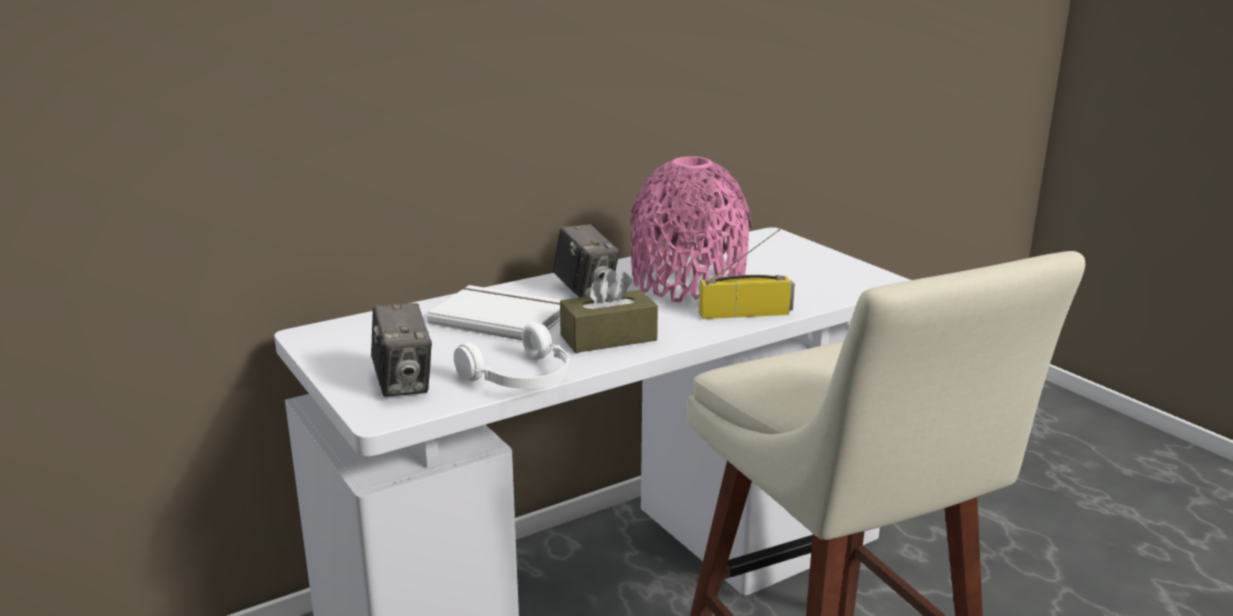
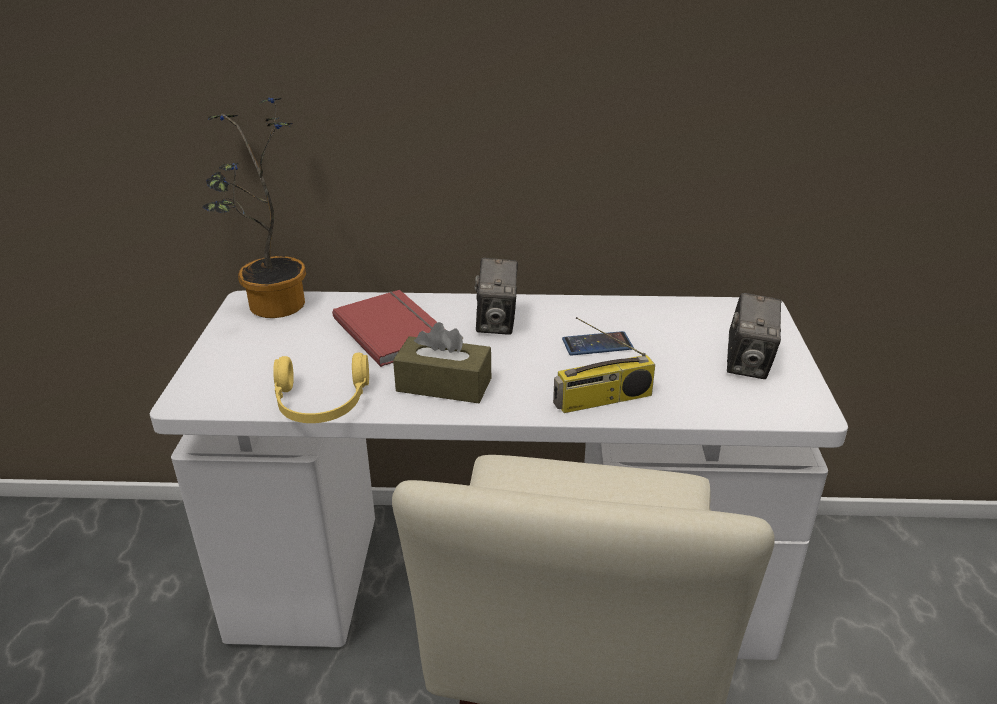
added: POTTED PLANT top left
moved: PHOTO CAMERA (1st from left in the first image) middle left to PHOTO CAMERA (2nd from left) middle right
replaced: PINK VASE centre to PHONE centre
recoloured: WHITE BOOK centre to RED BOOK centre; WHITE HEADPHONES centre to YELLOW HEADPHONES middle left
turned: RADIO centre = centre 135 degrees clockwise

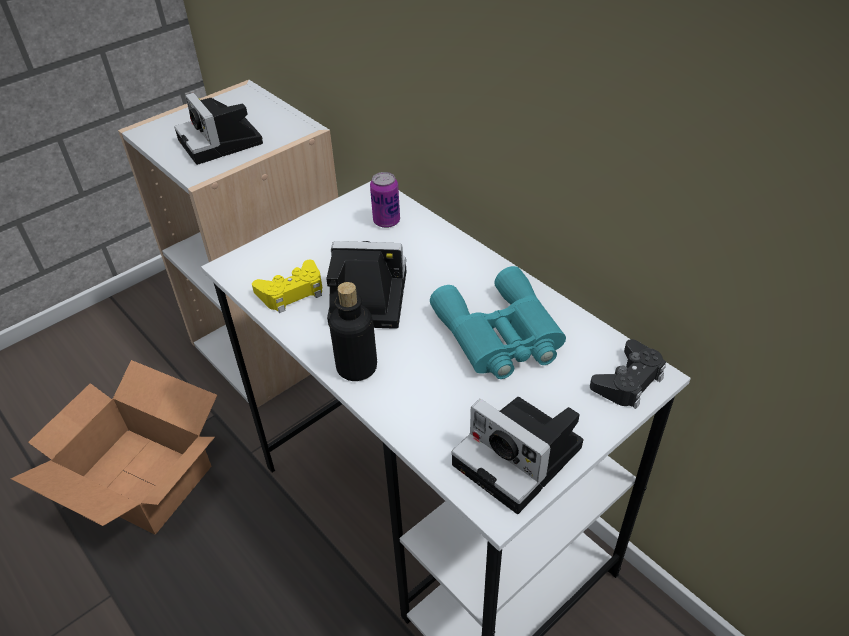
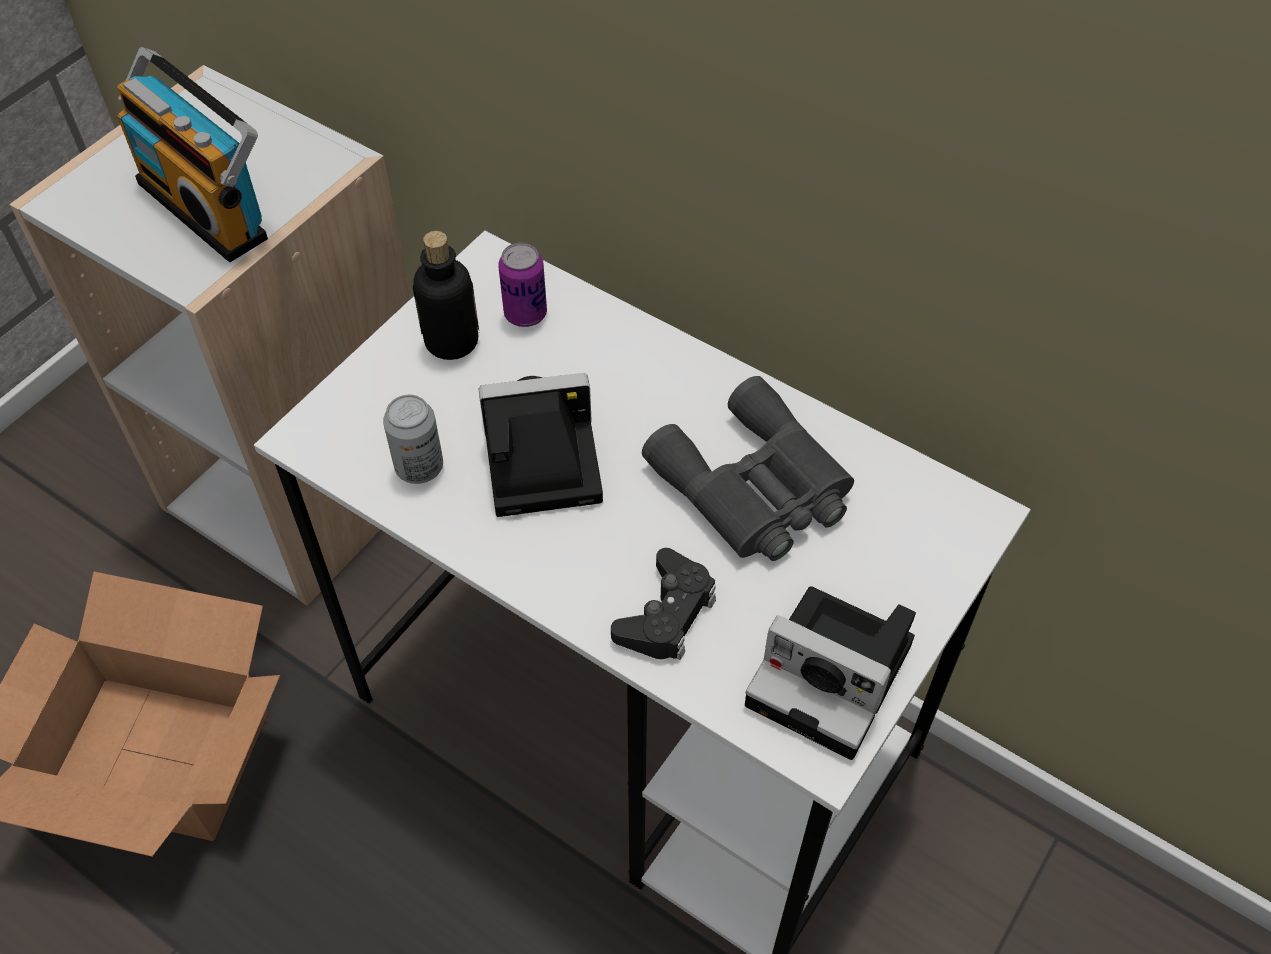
moved: BOTTLE centre to top centre; BLACK GAME CONTROLLER middle right to centre
replaced: PHOTO CAMERA (1st from left) top left to RADIO top left; YELLOW GAME CONTROLLER centre to CAN (1st from left) middle left
recoloured: TURQUOISE BINOCULARS centre to GREY BINOCULARS centre

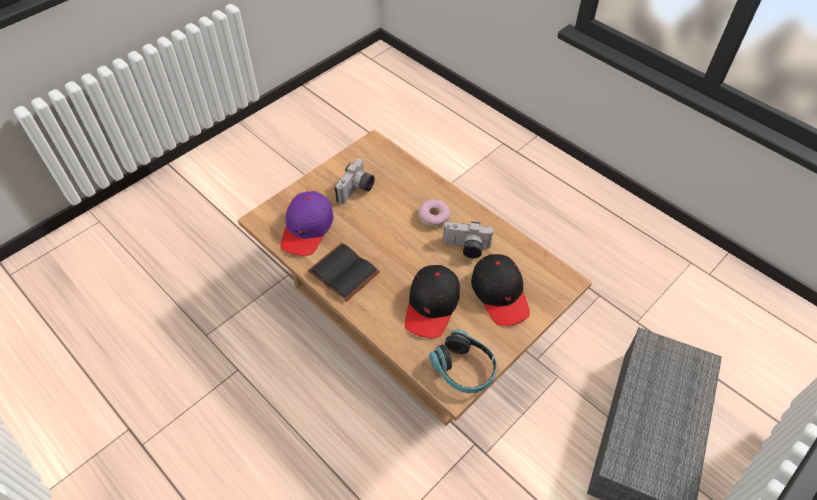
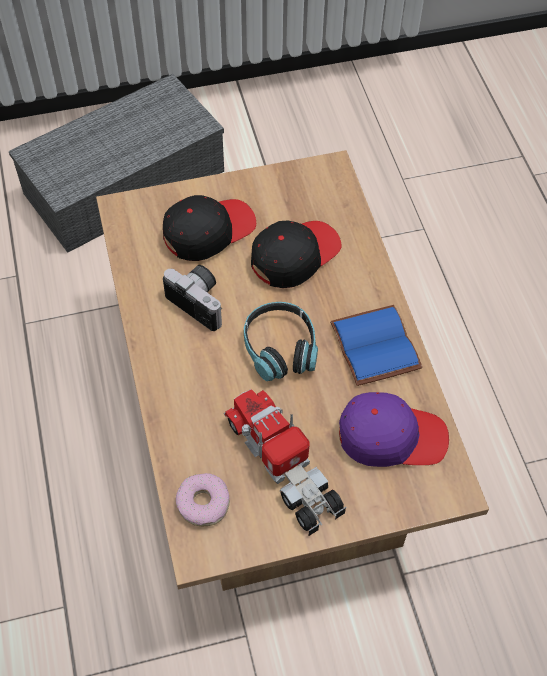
moved: DONUT centre to bottom centre; HEADPHONES bottom centre to centre
replaced: PHOTO CAMERA (1st from left) centre to TOY TRUCK bottom centre
recoloured: BLACK BOOK centre to BLUE BOOK middle right
turned: PURPLE CAP centre = middle right 45 degrees clockwise; BLACK CAP (2nd from left in the first image) centre = centre 45 degrees clockwise

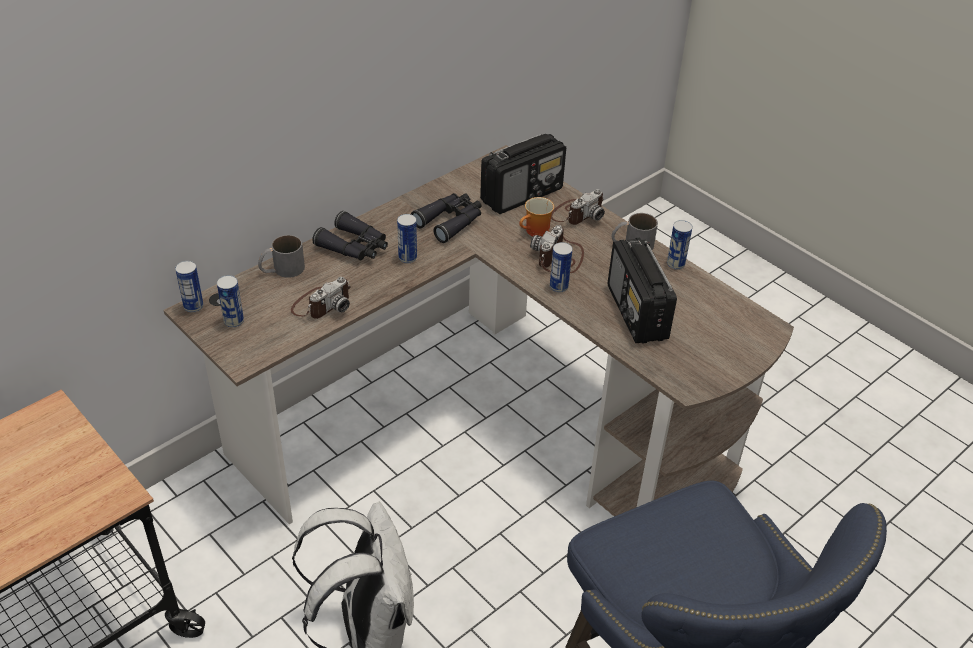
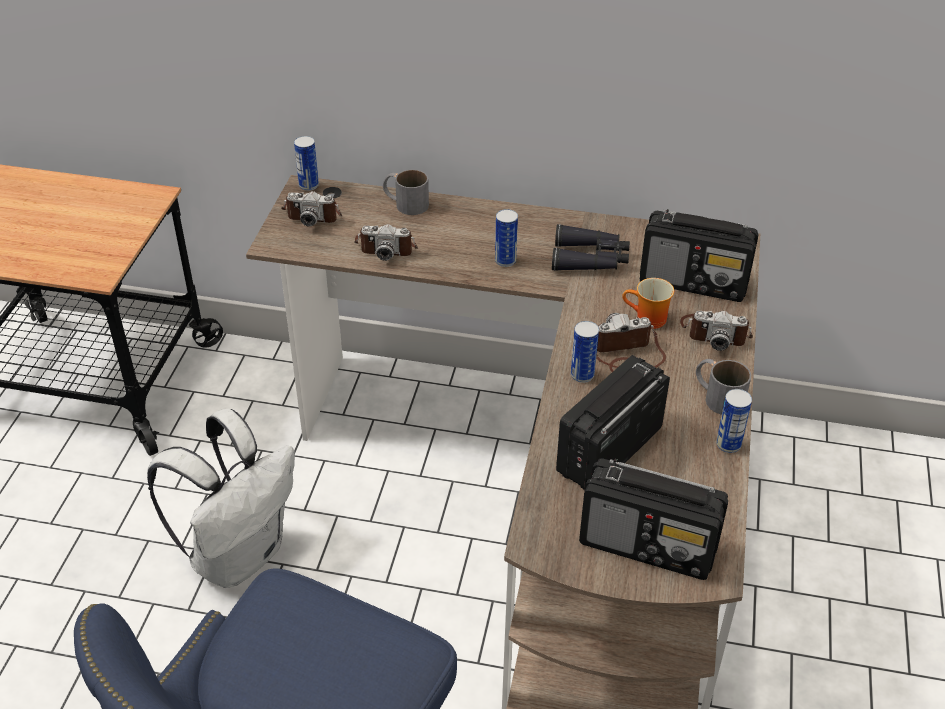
removed: BLACK BINOCULARS (1st from left) centre
added: RADIO (2nd from left) bottom right
replaced: CAN (2nd from left) middle left to PHOTO CAMERA (1st from left) top left

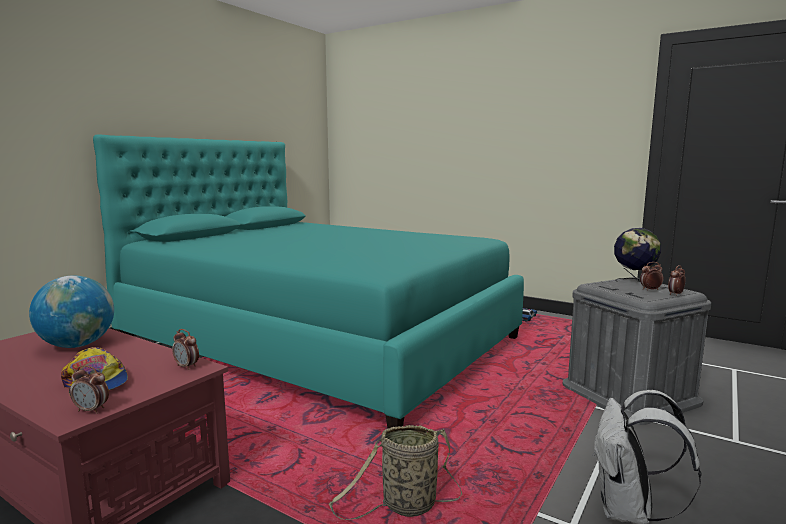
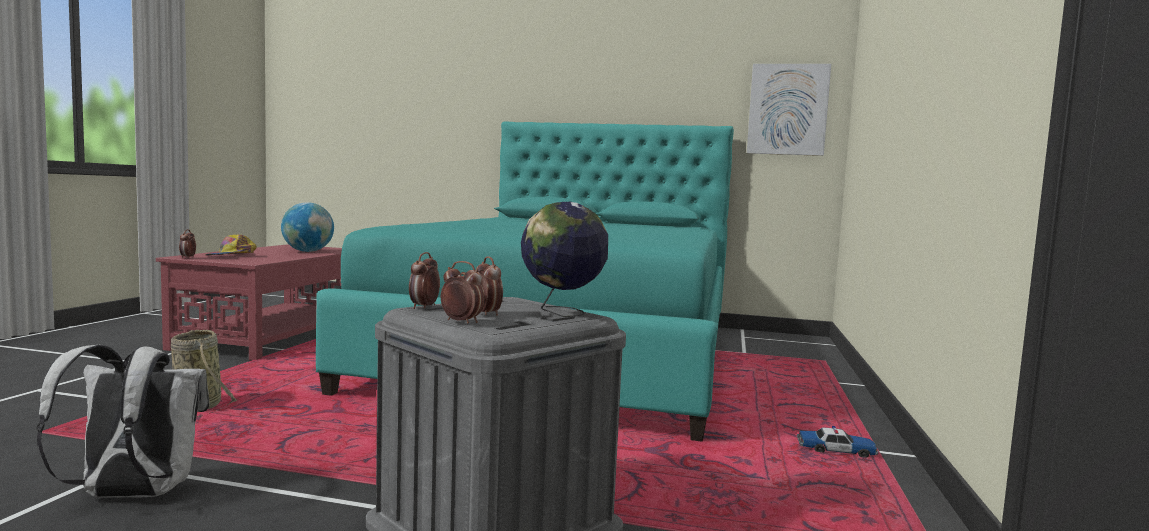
added: PICTURE top right
moved: ALARM CLOCK (2nd from left) middle left to centre

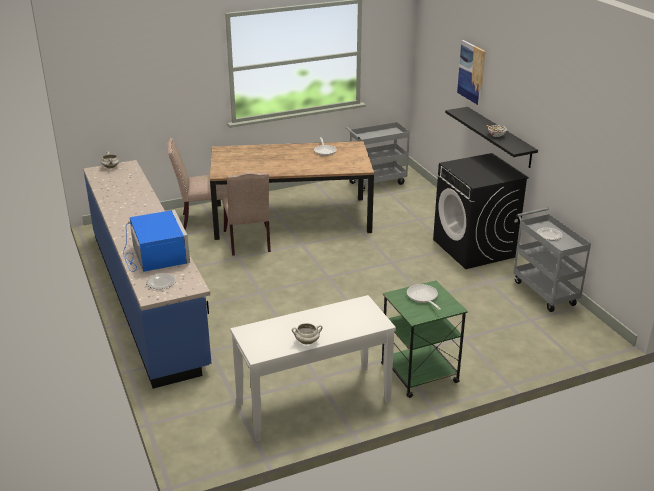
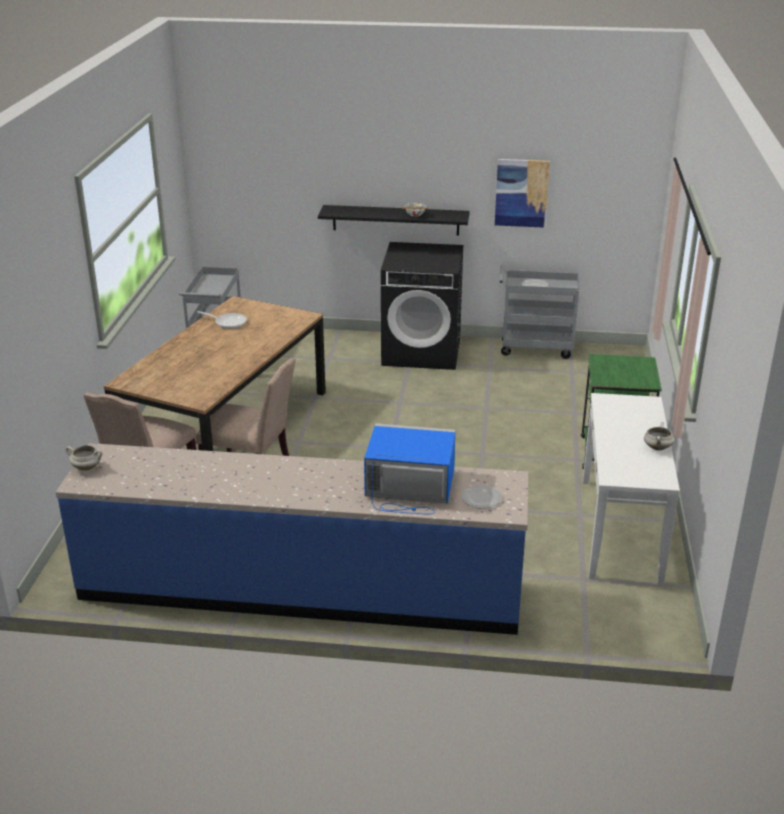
removed: FRYING PAN (2nd from left) centre
moved: PICTURE top right to top centre

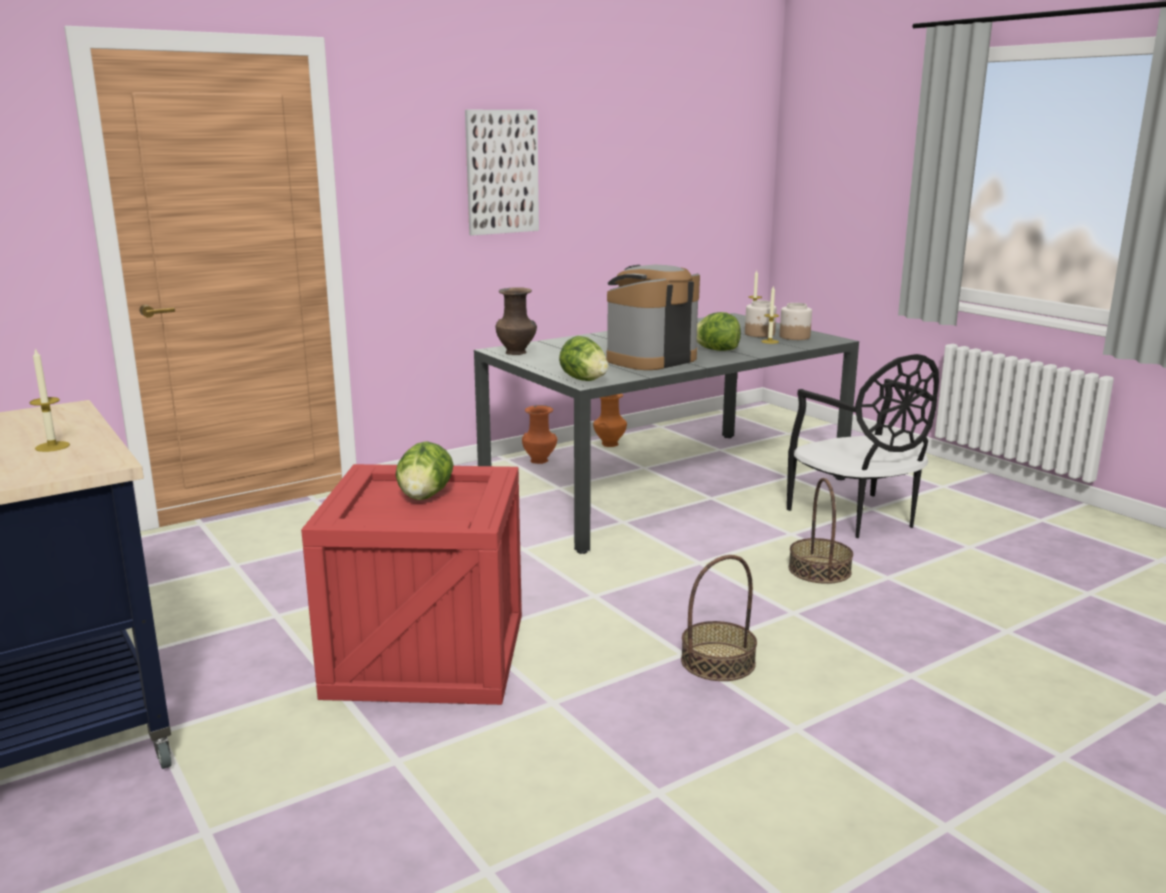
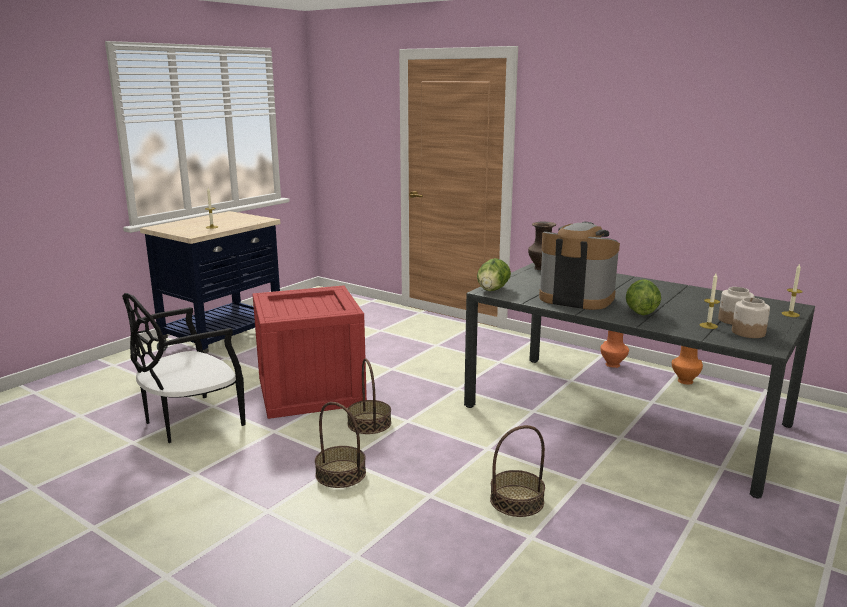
removed: PICTURE top centre; LETTUCE (1st from left) centre
added: BASKET (2nd from left) centre
moved: BLACK CHAIR middle right to middle left

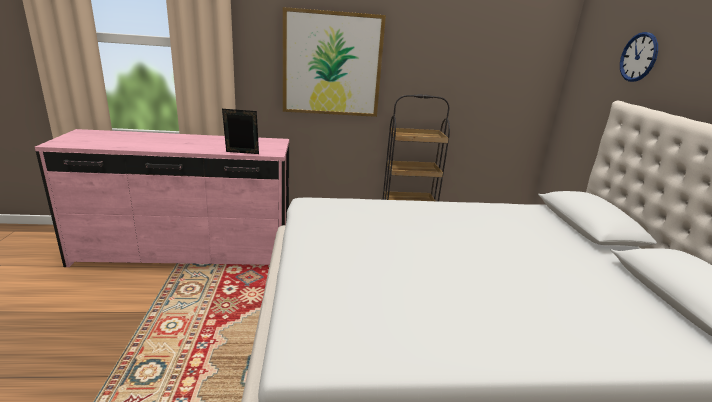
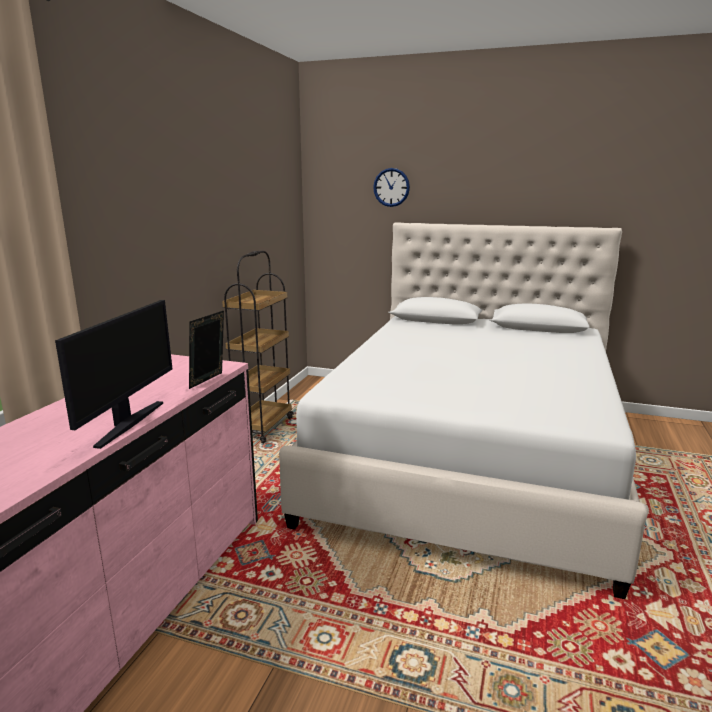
removed: PICTURE top centre
added: MONITOR middle left

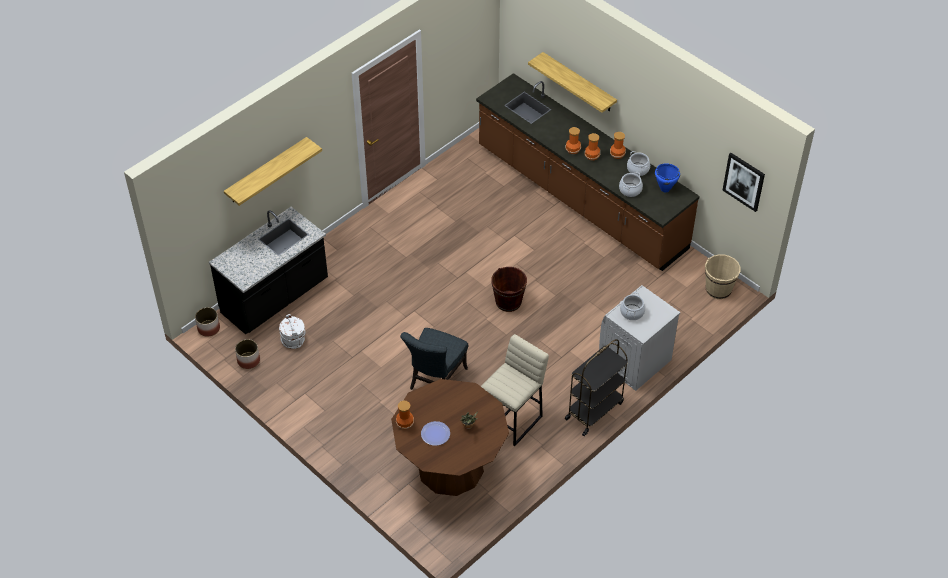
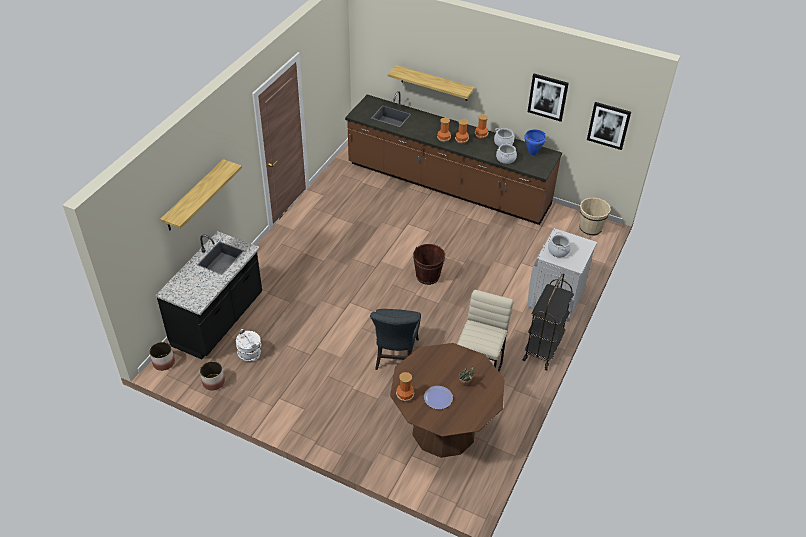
added: PICTURE (1st from left) top right

